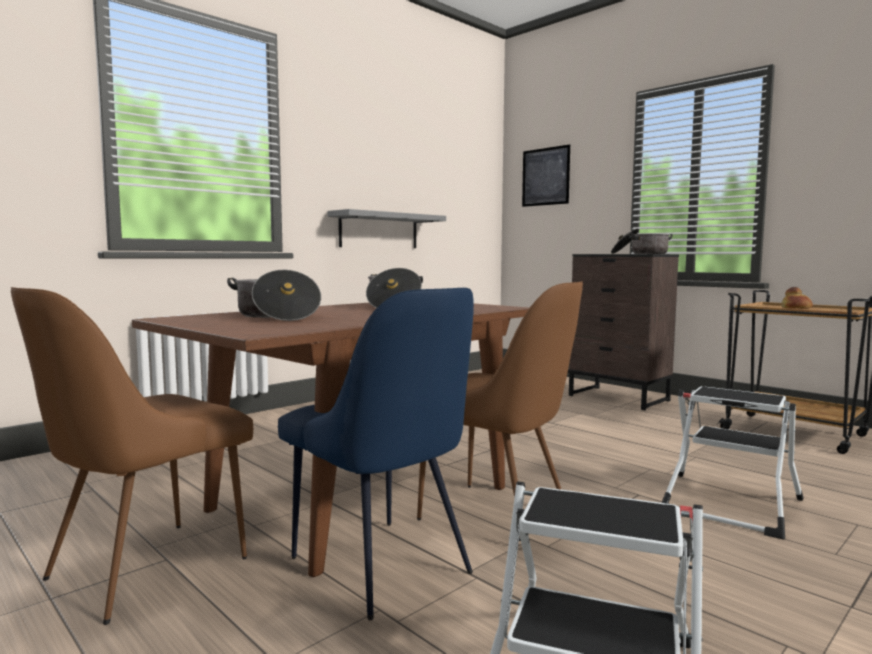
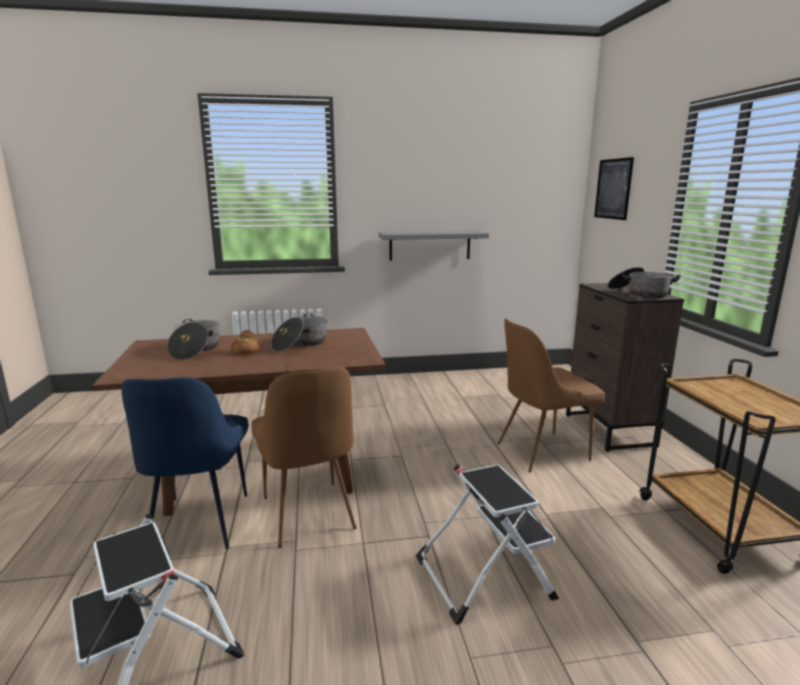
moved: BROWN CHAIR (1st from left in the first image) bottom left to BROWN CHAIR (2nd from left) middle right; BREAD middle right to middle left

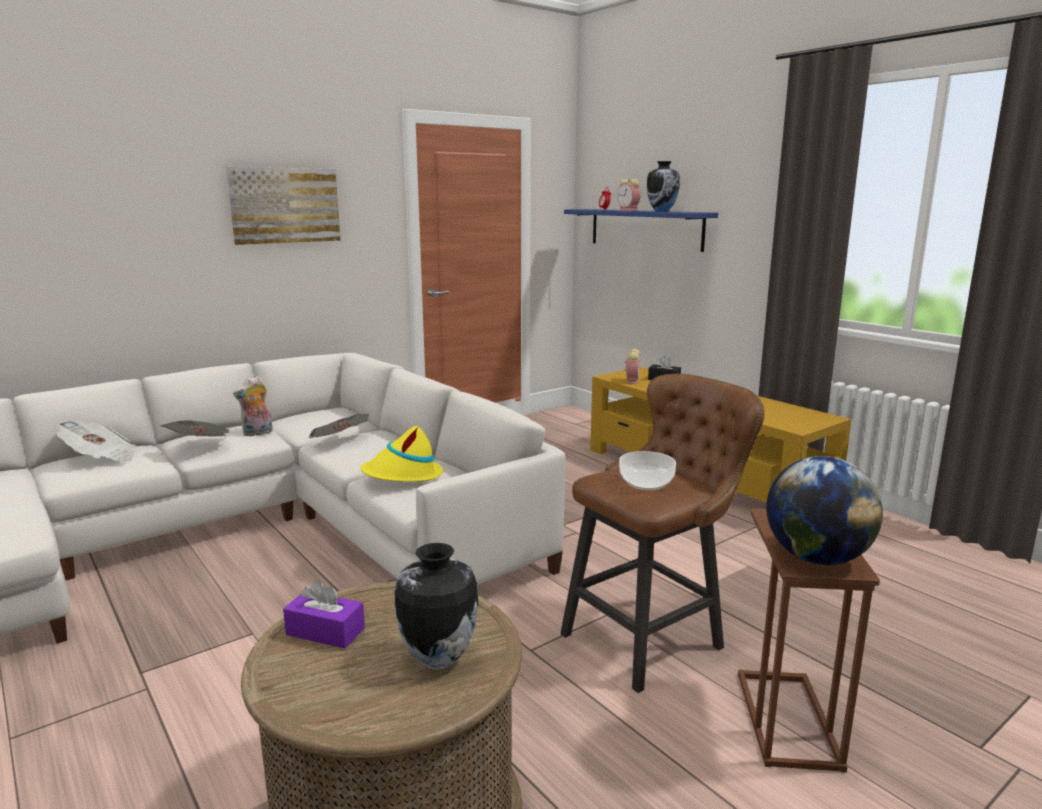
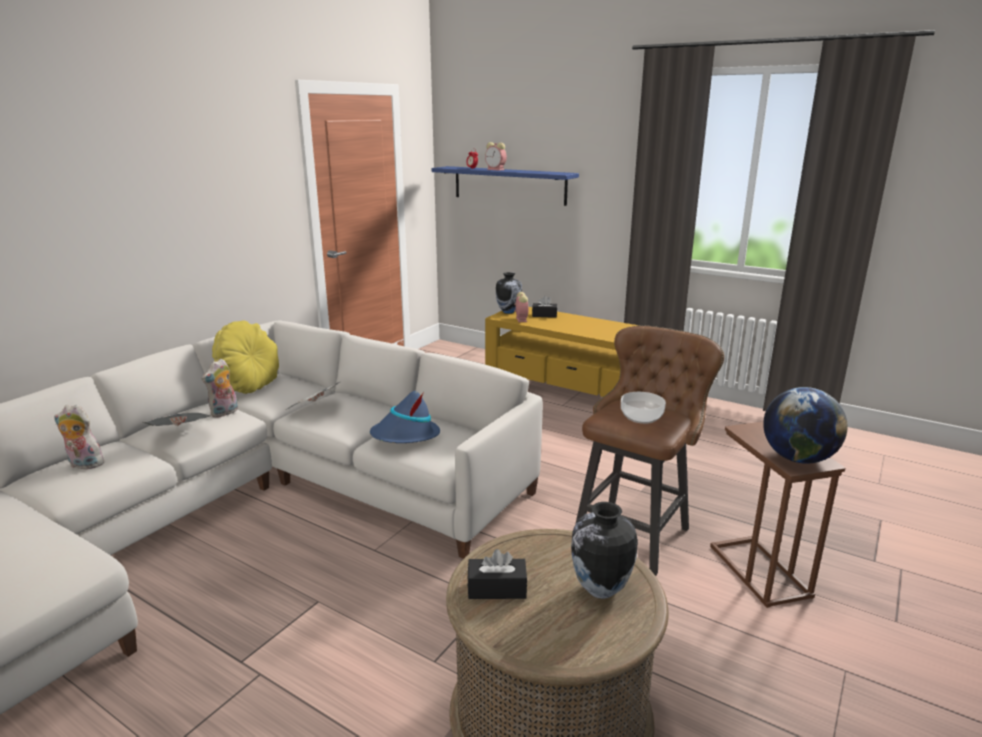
removed: PICTURE top left
added: YELLOW PILLOW middle left
moved: VASE (2nd from left in the first image) top centre to VASE (1st from left) centre
replaced: NEWSPAPER (1st from left) middle left to PLUSH TOY (1st from left) middle left
recoloured: YELLOW HAT centre to BLUE HAT centre; PURPLE TISSUE BOX bottom left to BLACK TISSUE BOX (1st from left) bottom centre

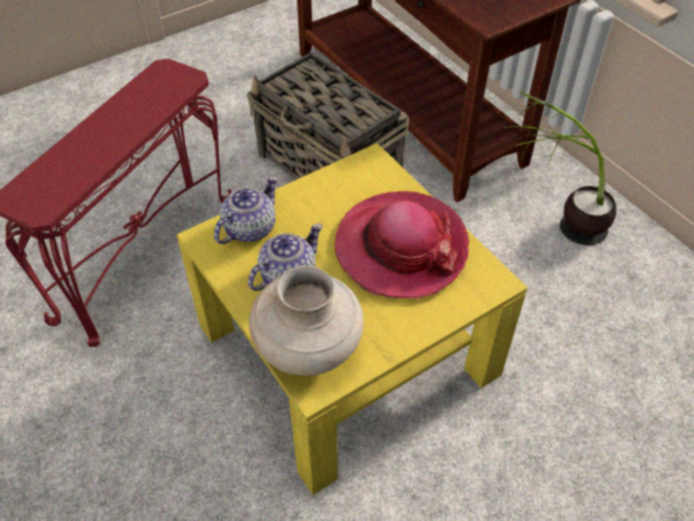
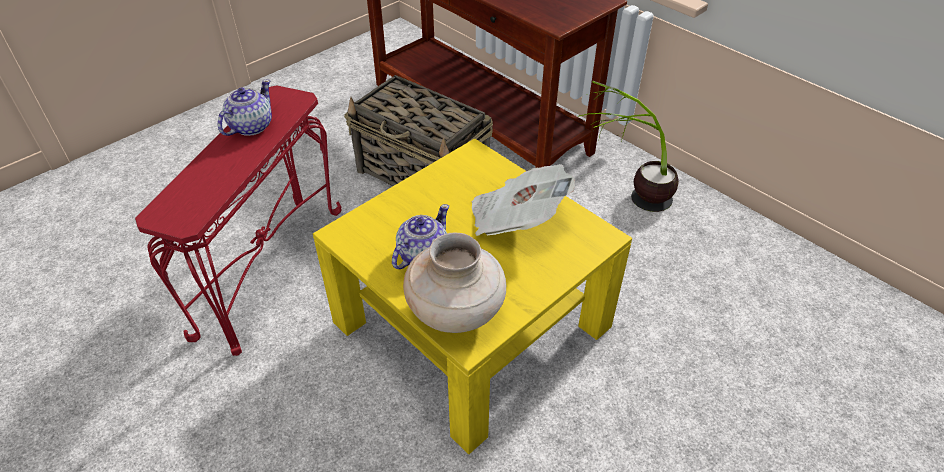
moved: TEAPOT (1st from left) centre to top left
replaced: HAT centre to NEWSPAPER centre

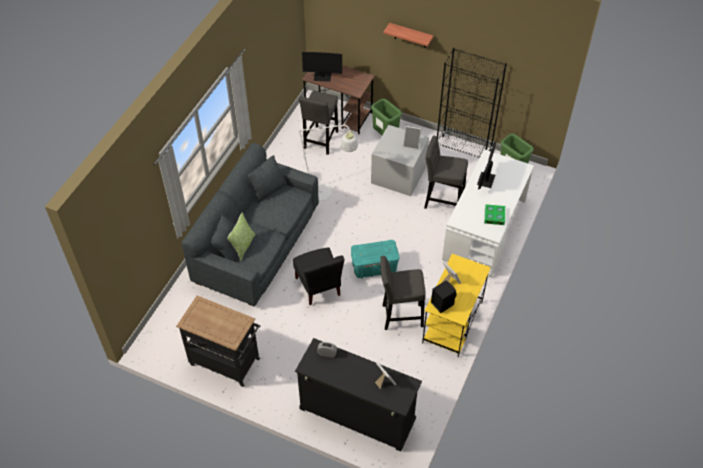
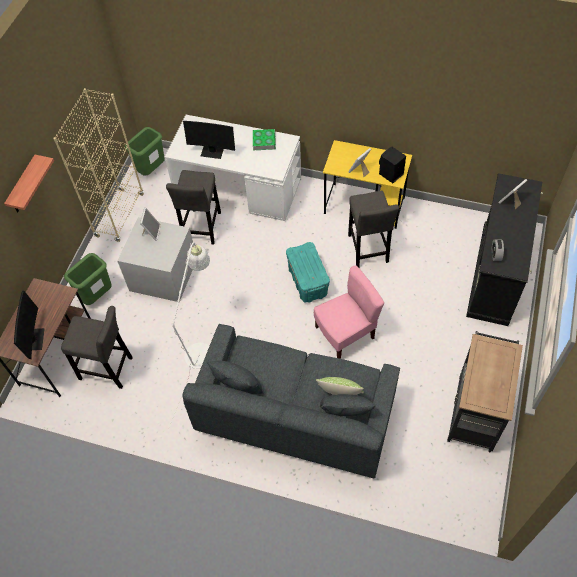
recoloured: BLACK BOOKCASE top right to BEIGE BOOKCASE top left; BLACK CHAIR centre to PINK CHAIR centre

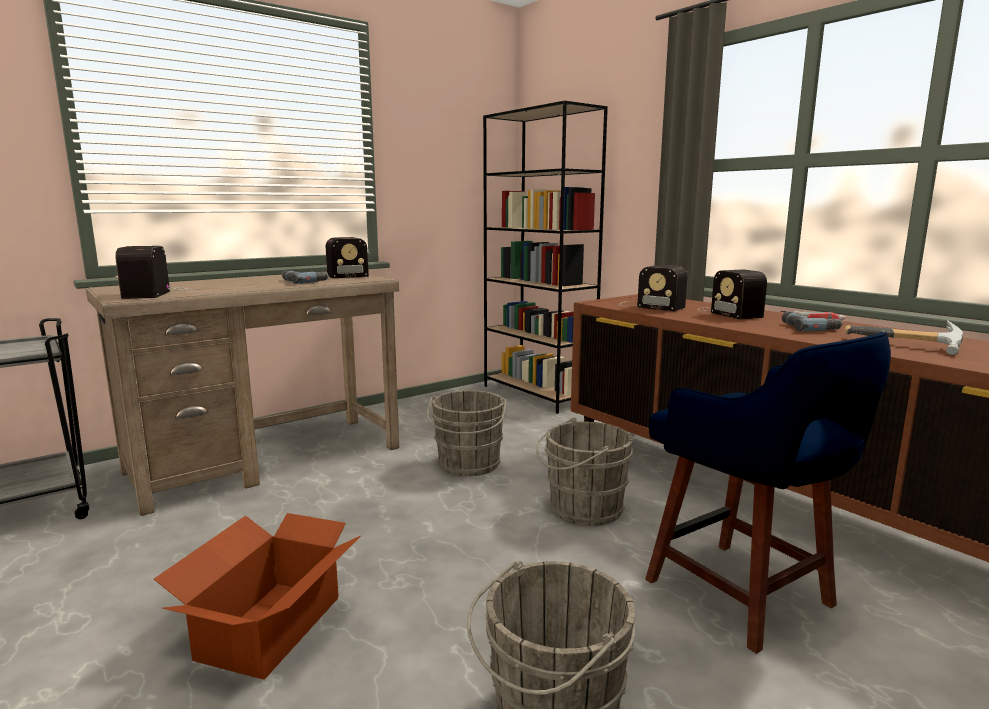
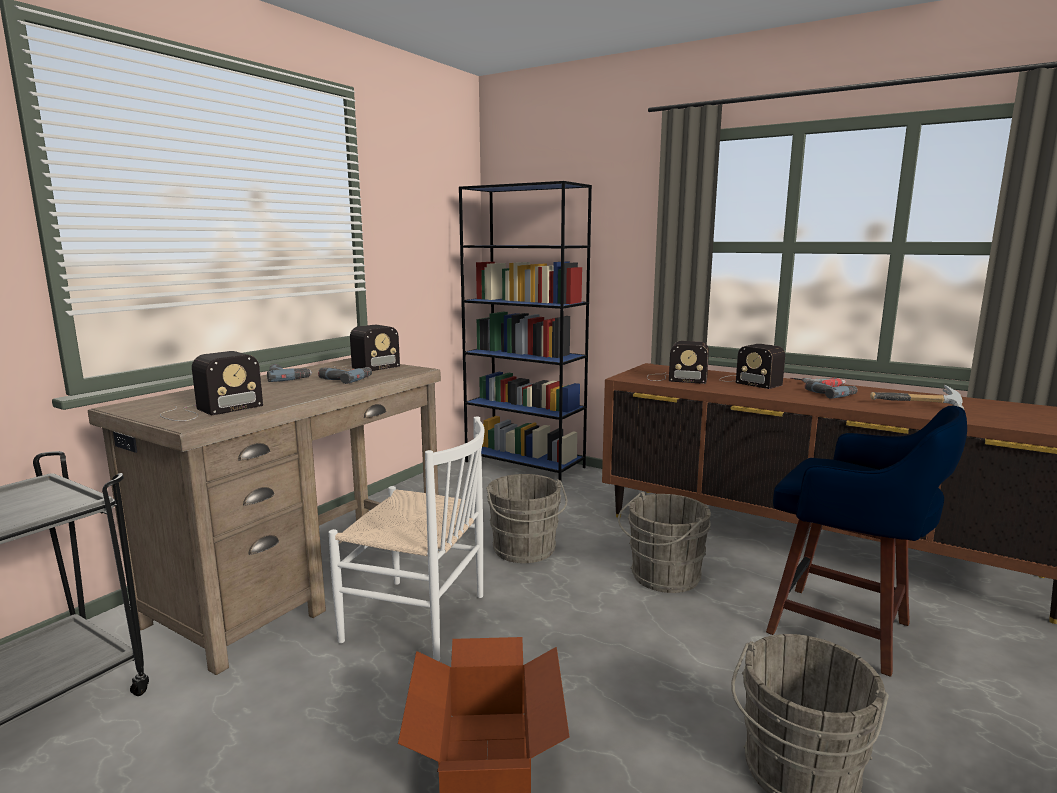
added: POWER DRILL (1st from left) middle left; WHITE CHAIR bottom centre
recoloured: BEIGE BOOKCASE centre to BLUE BOOKCASE centre
turned: RADIO (1st from left) middle left = middle left 105 degrees counterclockwise

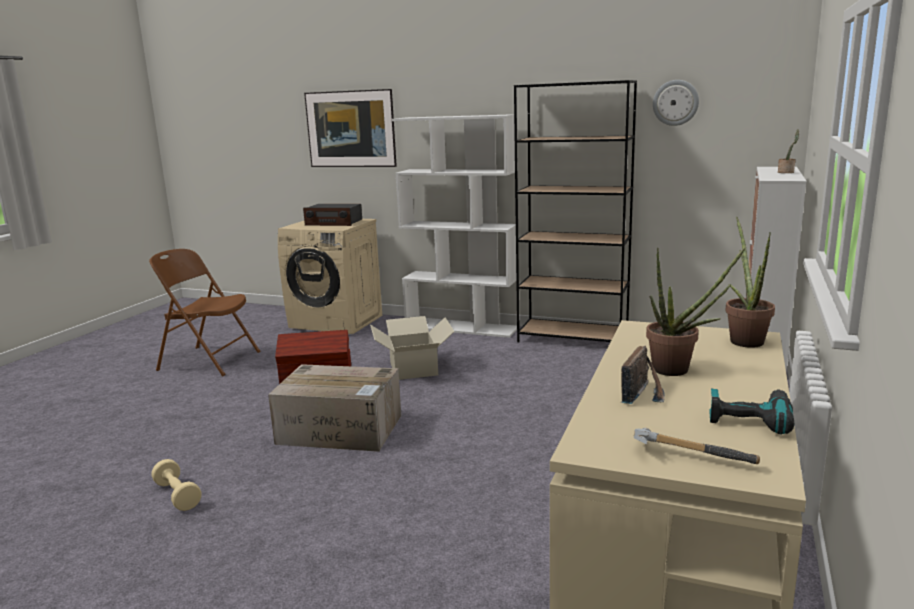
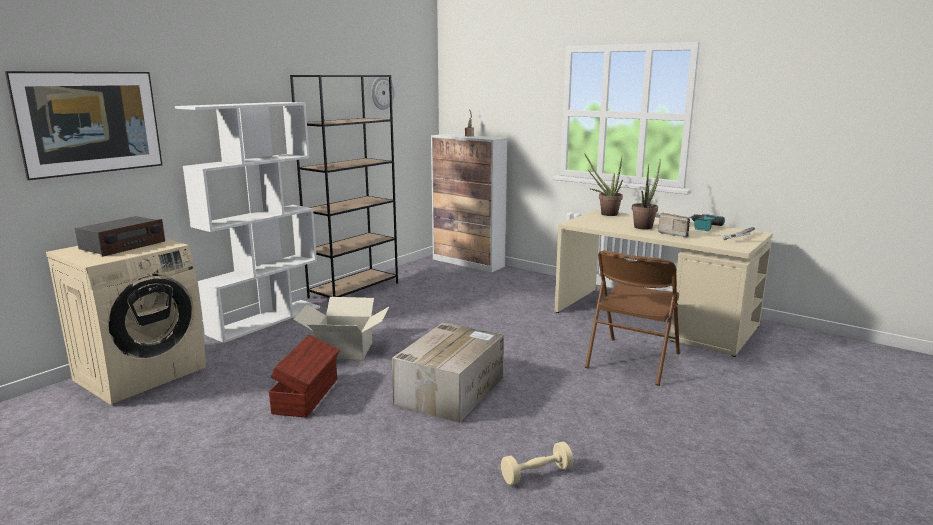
moved: BROWN CHAIR middle left to middle right

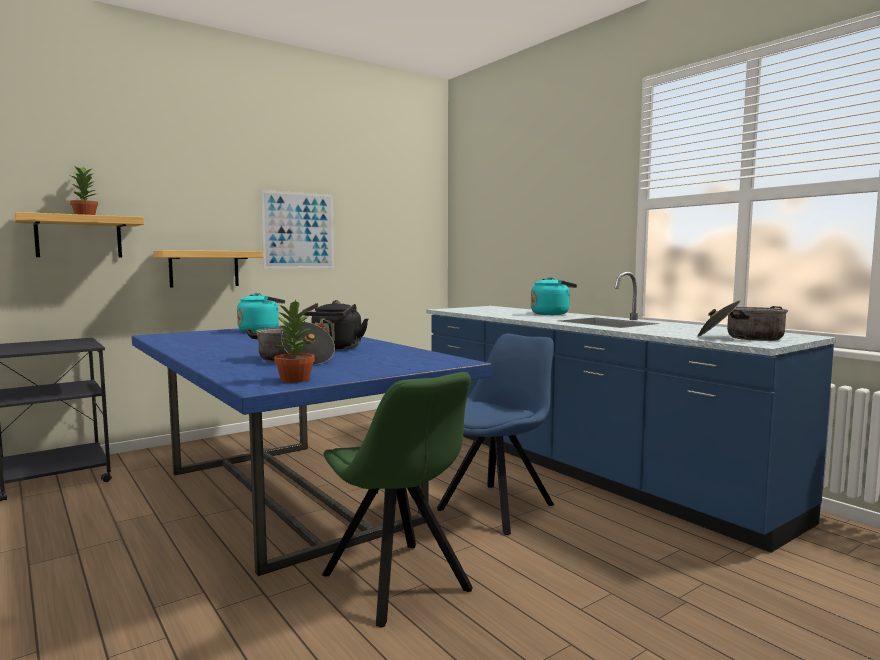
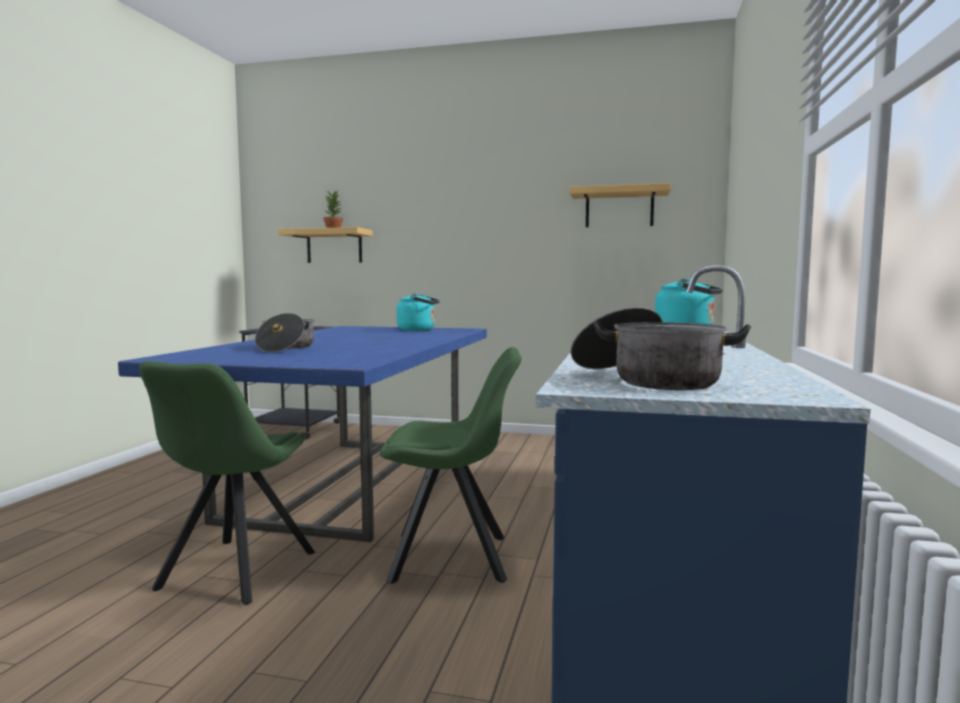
removed: PICTURE centre; POTTED PLANT (2nd from left) centre; BLACK KETTLE centre
moved: SHELF (2nd from left) middle left to top centre
recoloured: BLUE CHAIR centre to GREEN CHAIR (2nd from left) centre

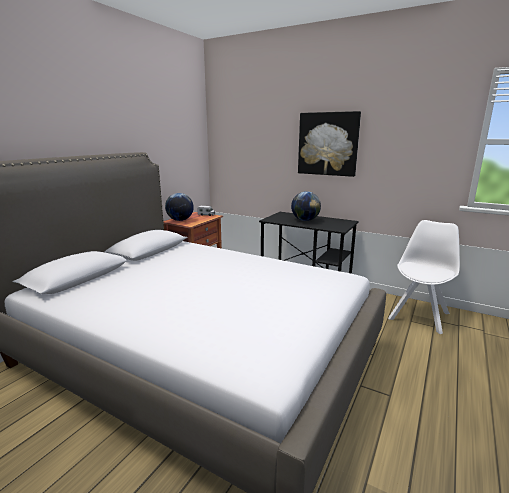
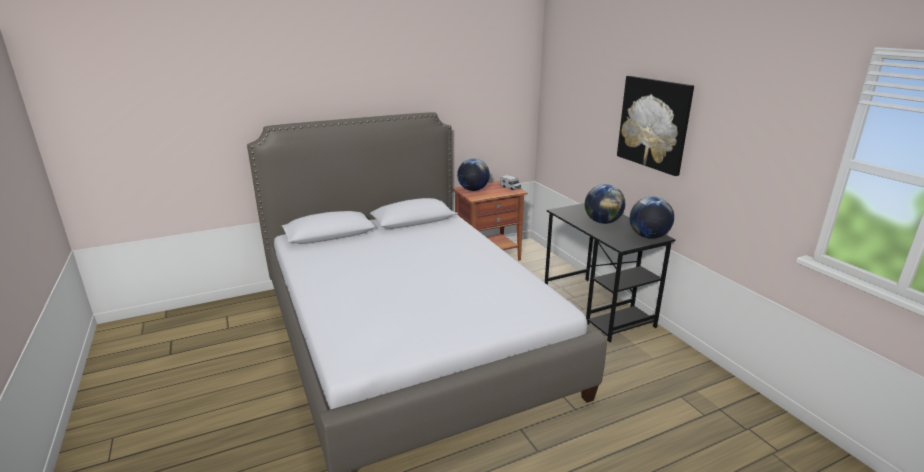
removed: WHITE CHAIR middle right
added: GLOBE (3rd from left) middle right

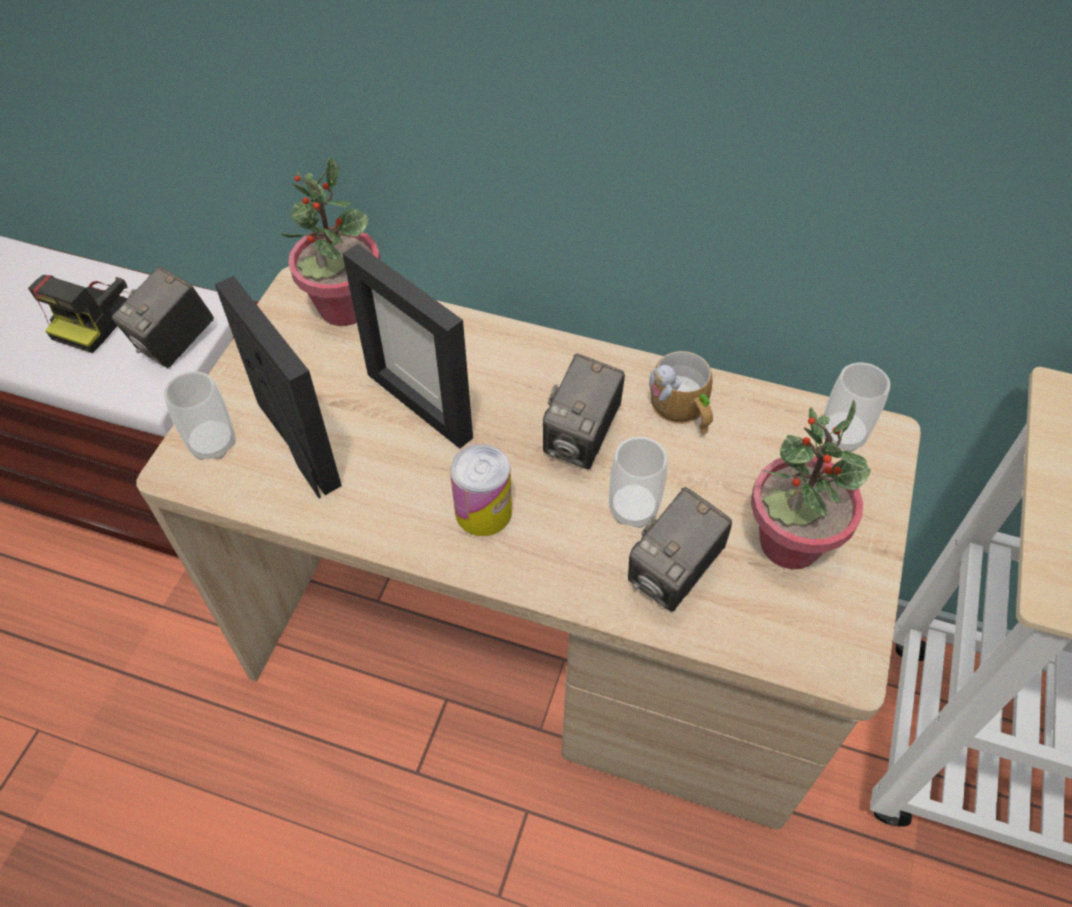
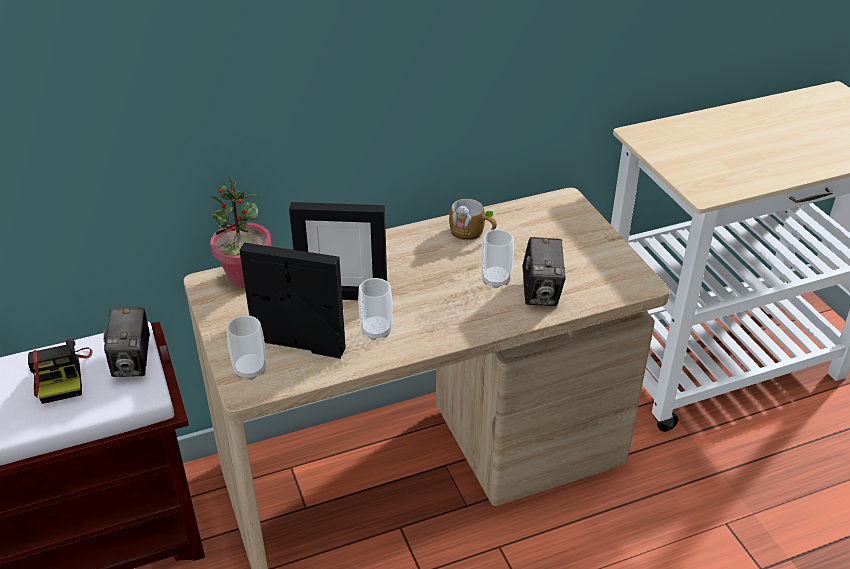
removed: PHOTO CAMERA (3rd from left) centre; POTTED PLANT (2nd from left) middle right; CAN centre
moved: CUP (3rd from left in the first image) middle right to CUP (2nd from left) centre

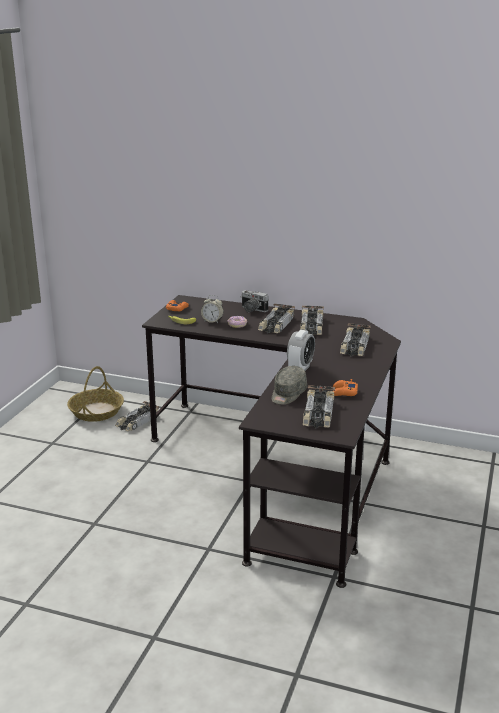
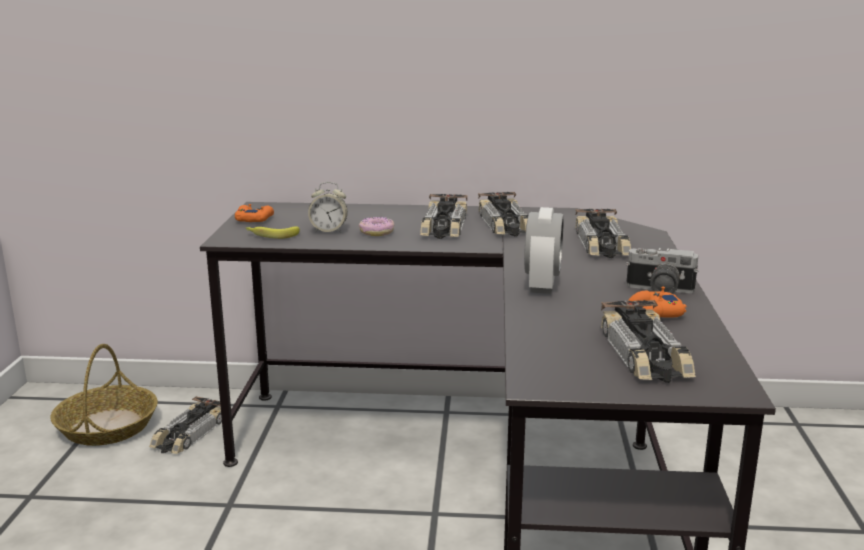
removed: GREY CAP centre
moved: PHOTO CAMERA centre to middle right

